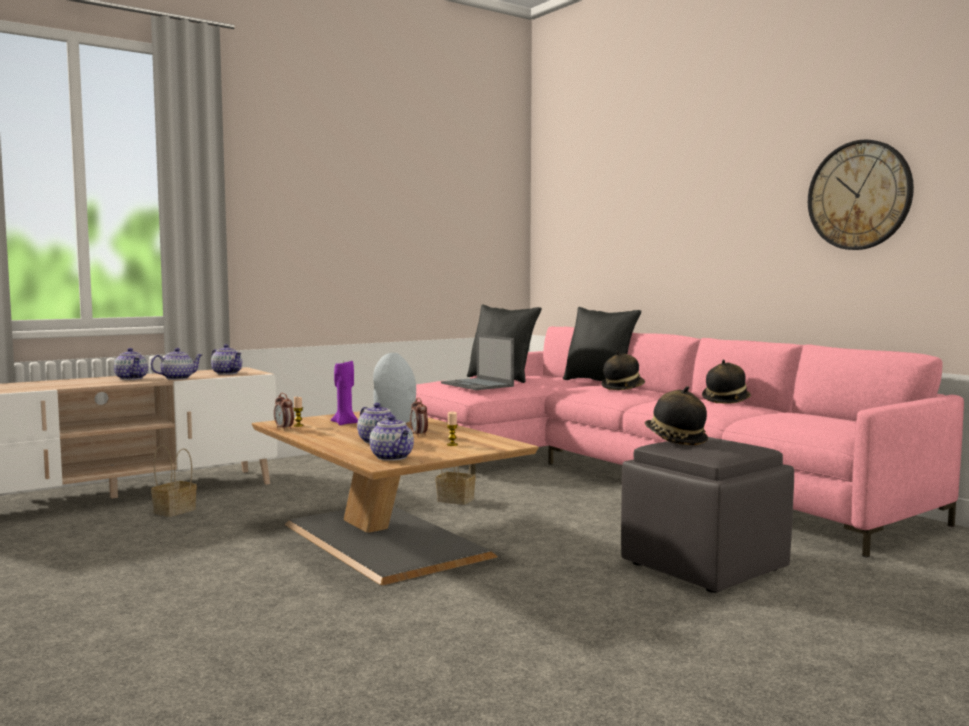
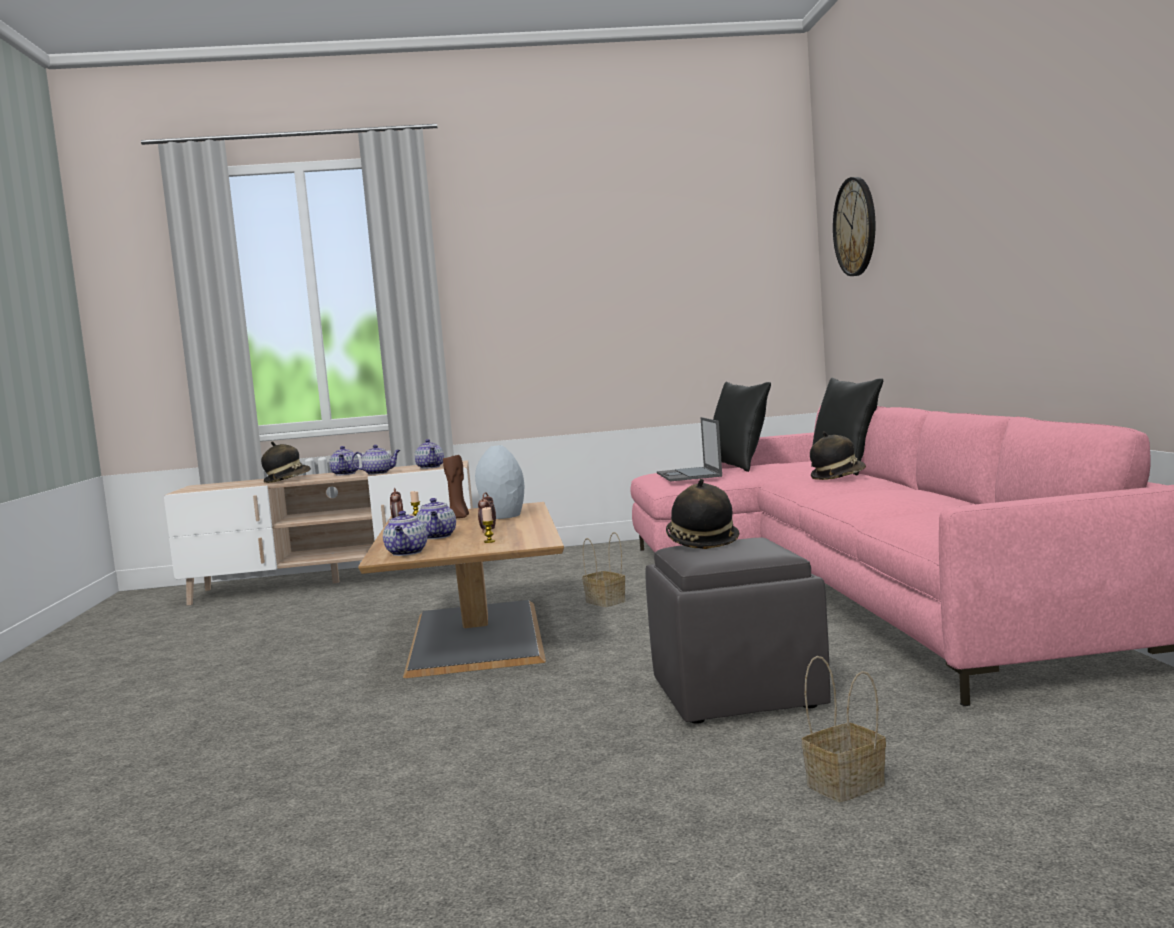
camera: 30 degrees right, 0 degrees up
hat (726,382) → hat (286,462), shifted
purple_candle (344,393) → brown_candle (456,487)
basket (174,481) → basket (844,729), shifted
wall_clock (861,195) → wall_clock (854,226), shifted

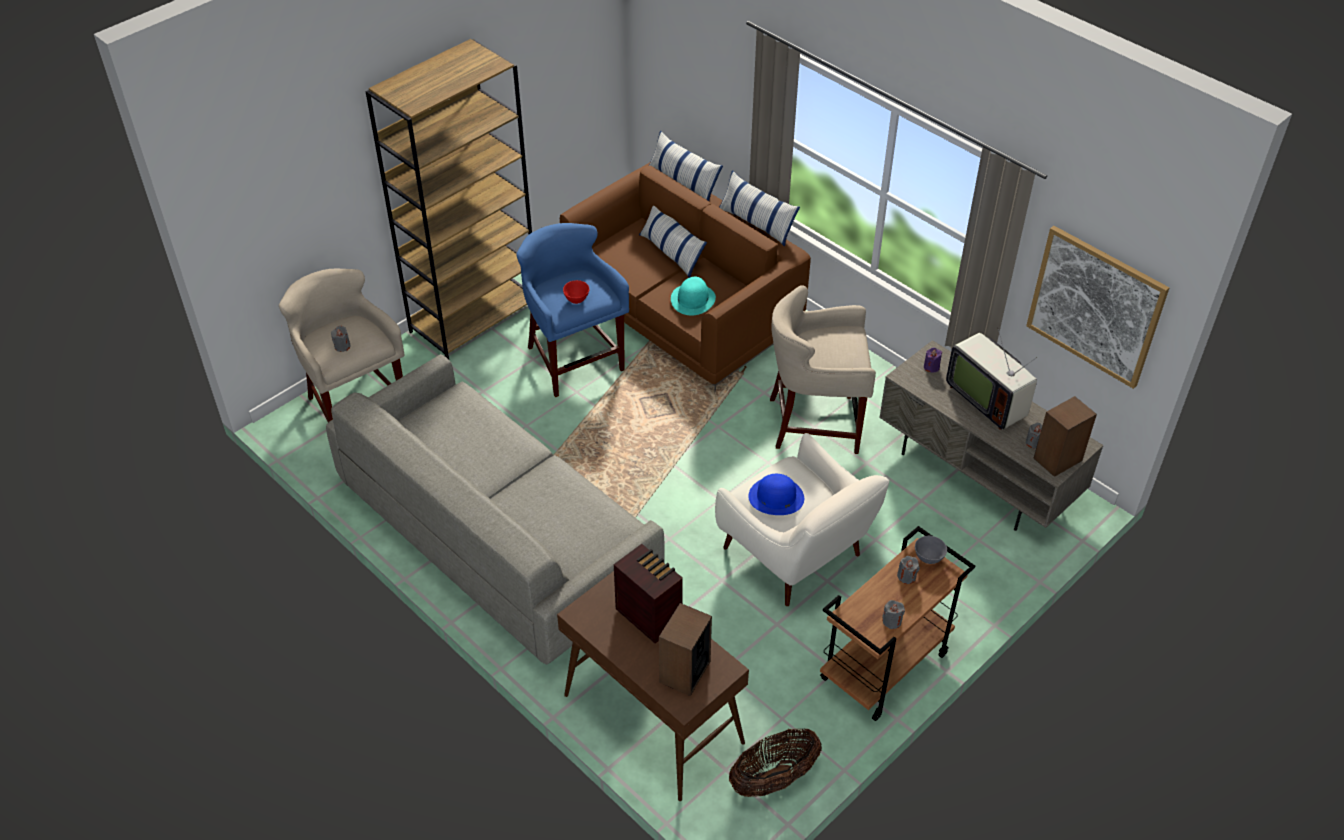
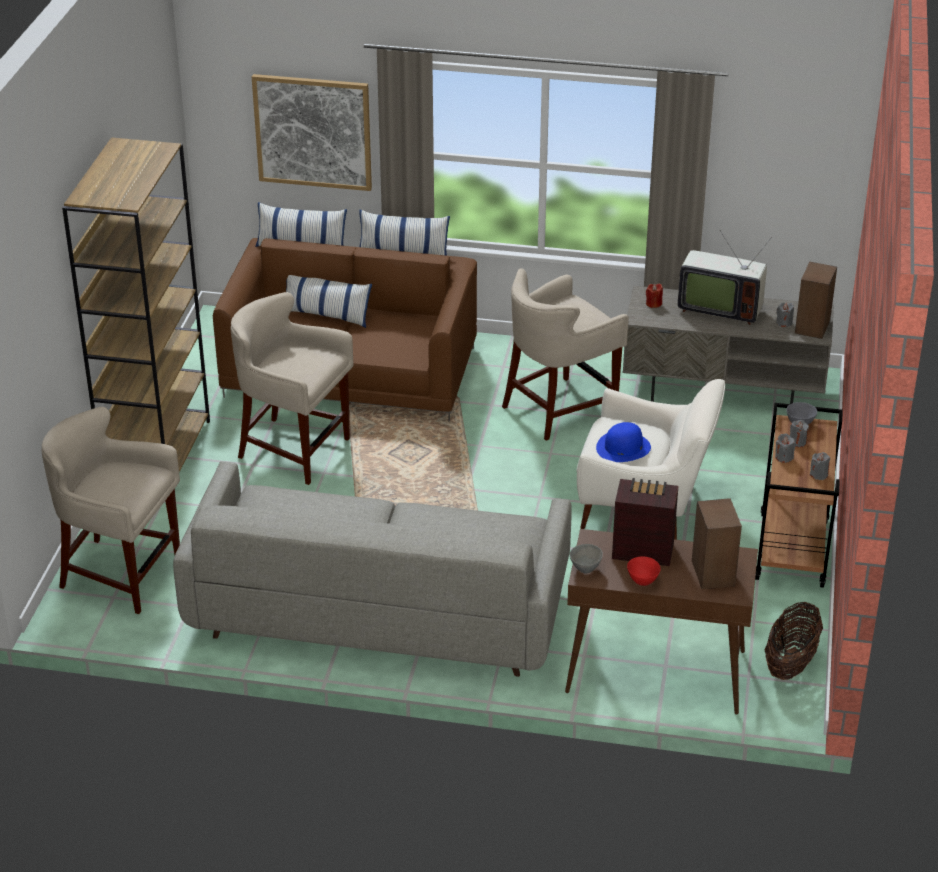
camera: 35 degrees left, 10 degrees down
blue_stool (572,310) → beige_stool (292,388)
picture (1097,307) → picture (312,132), shifted
- → grey_bowl (586,558)
red_bowl (576,292) → red_bowl (644,571), shifted
purple_candle (933,360) → red_candle (654,296)
grey_candle (341,339) → grey_candle (785,448), shifted
turquoise_hat (693,296) → -

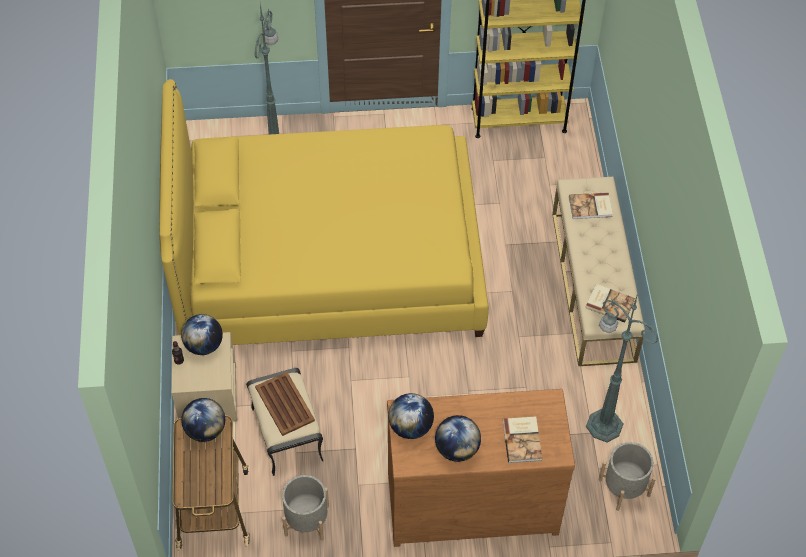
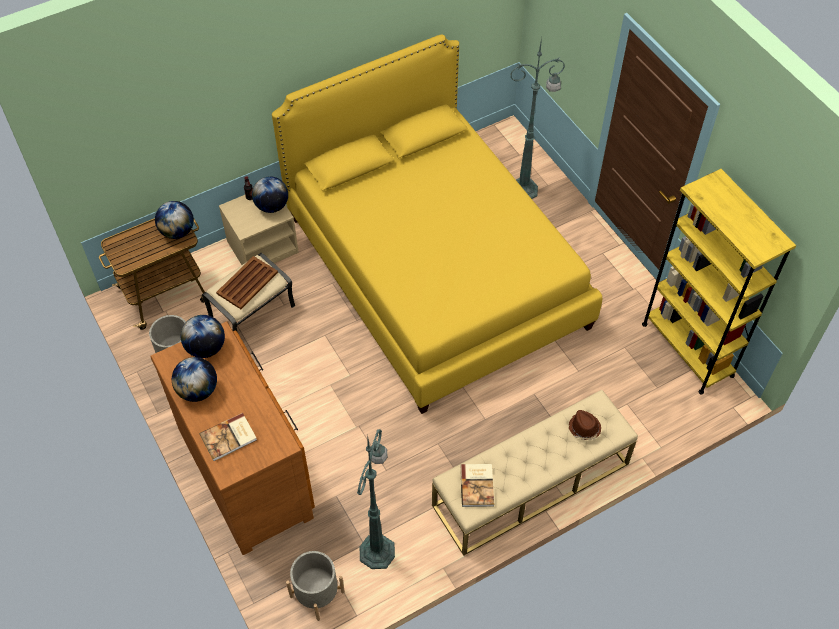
camera: 65 degrees right, 0 degrees up
book (591,205) → brown_hat (585,425)

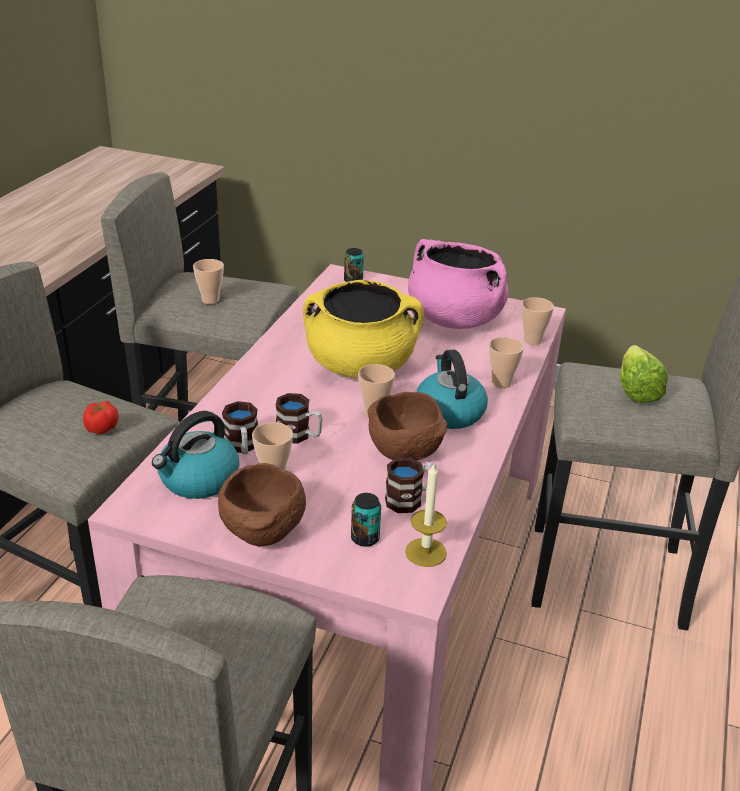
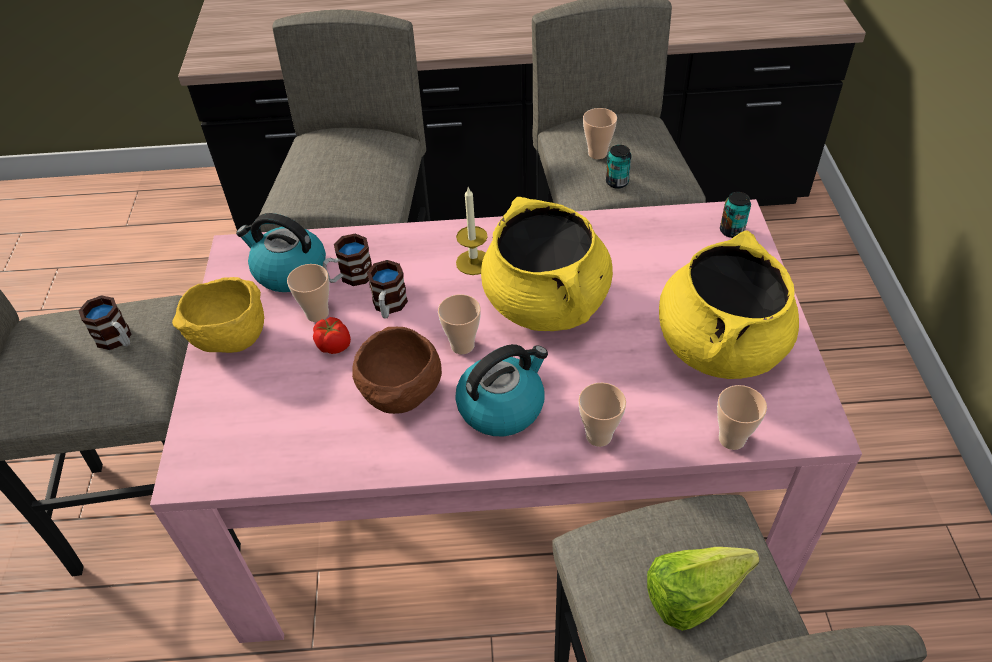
camera: 70 degrees right, 15 degrees up
mug (410,485) → mug (105,322), shifted
brown_bowl (262,504) → yellow_bowl (218,315)
tomato (101,417) → tomato (332,335), shifted
candle (426,515) → candle (472,231), shifted
can (366,520) → can (618,167), shifted
pink_cooking_pot (458,284) → yellow_cooking_pot (729,305)

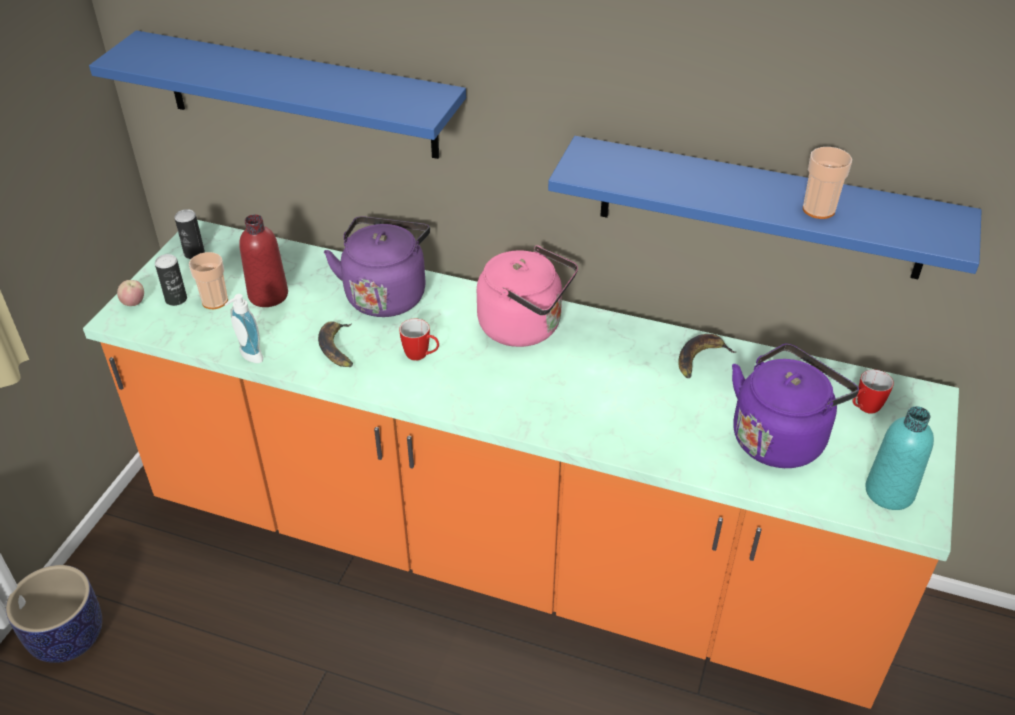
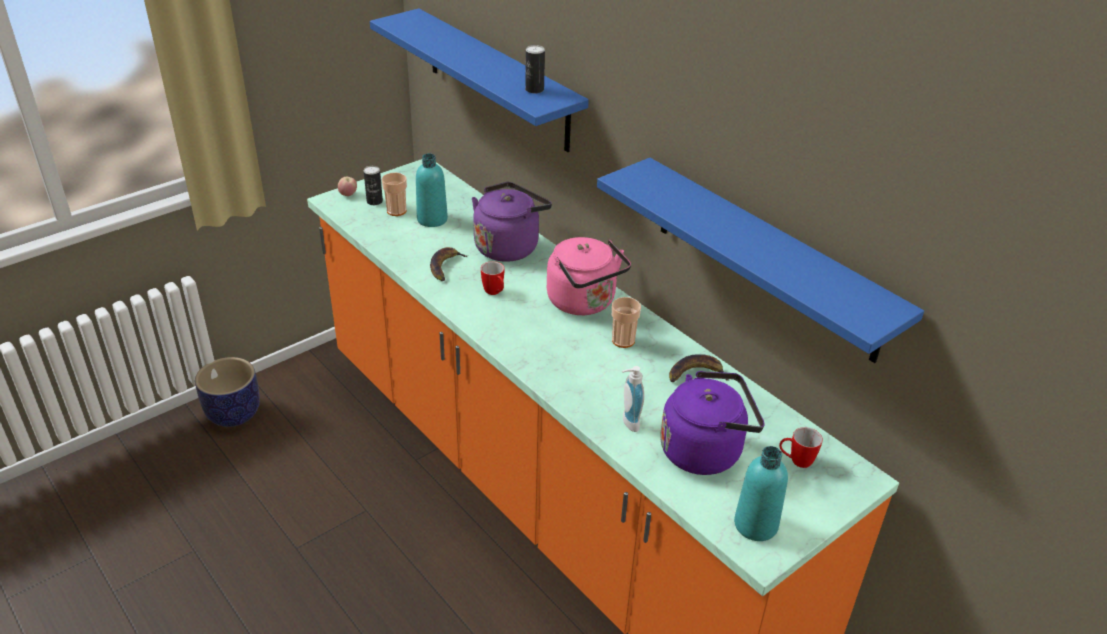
camera: 30 degrees right, 5 degrees down
red_bottle (263,260) → turquoise_bottle (432,190)
can (190,234) → can (535,69), shifted
cup (827,183) → cup (626,322), shifted
soap_dispenser (243,328) → soap_dispenser (633,399), shifted

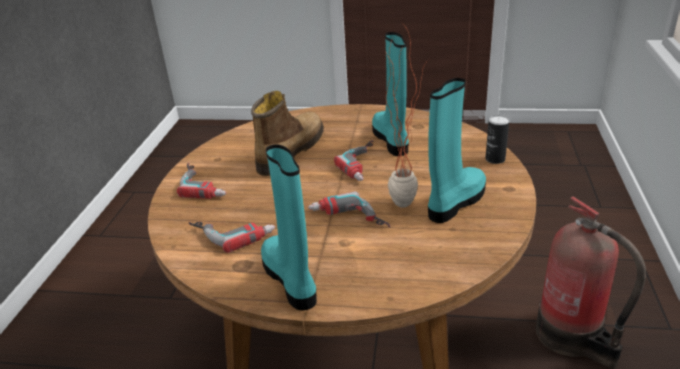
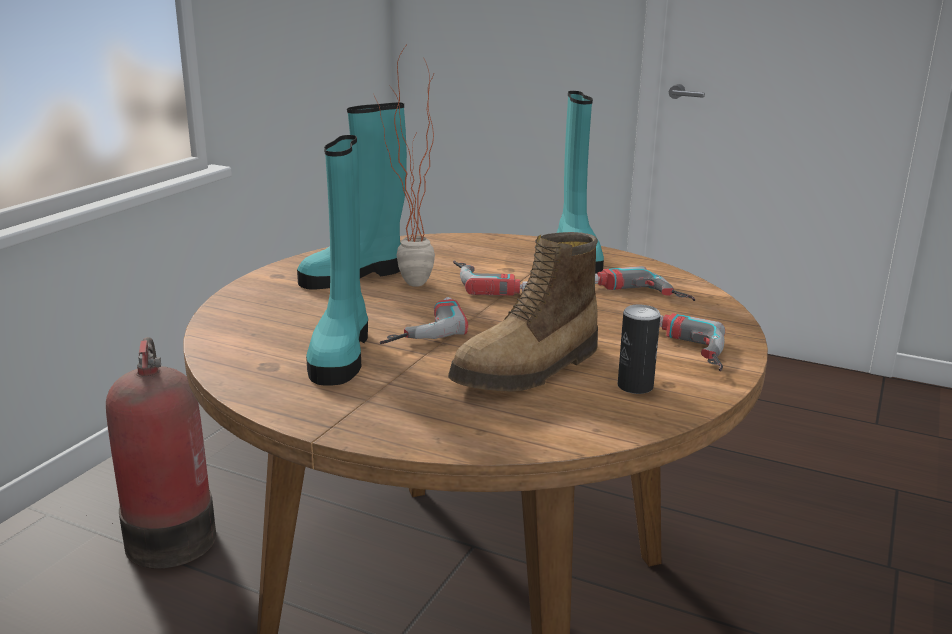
camera: 165 degrees left, 10 degrees down
can (497,139) → can (639,349), shifted

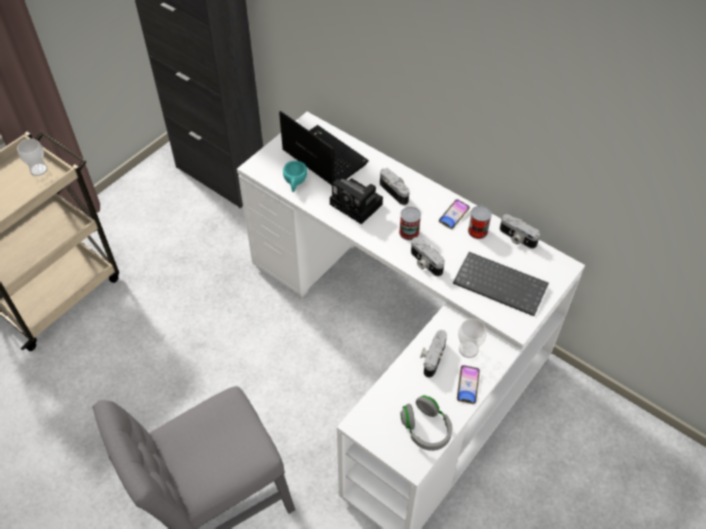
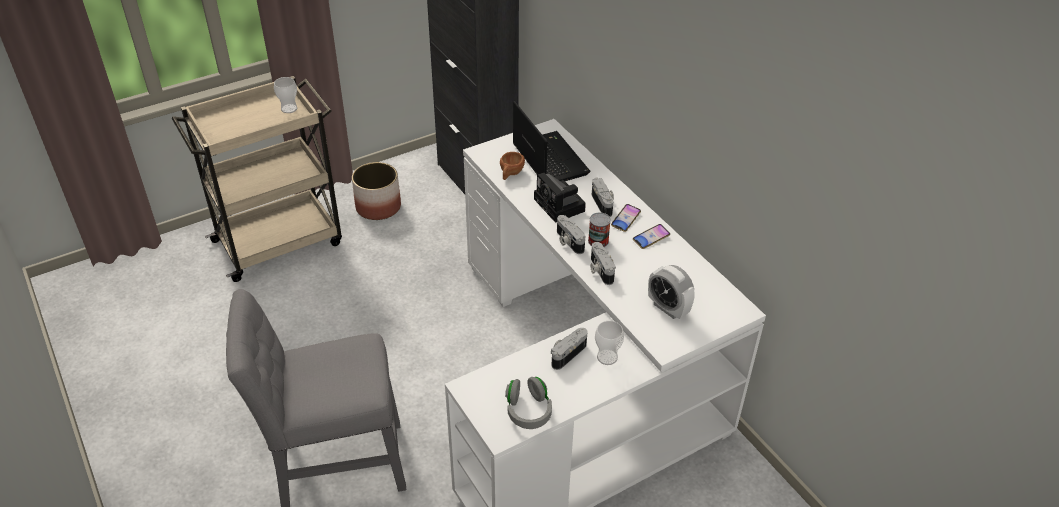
camera: 20 degrees right, 10 degrees down
- → planter (376,191)
turquoise_cup (295,176) → brown_cup (512,166)
photo_camera (520,231) → photo_camera (571,234), shifted
phone (468,384) → phone (626,218), shifted
keyboard (501,284) → alarm_clock (671,292)
can (480,222) → -

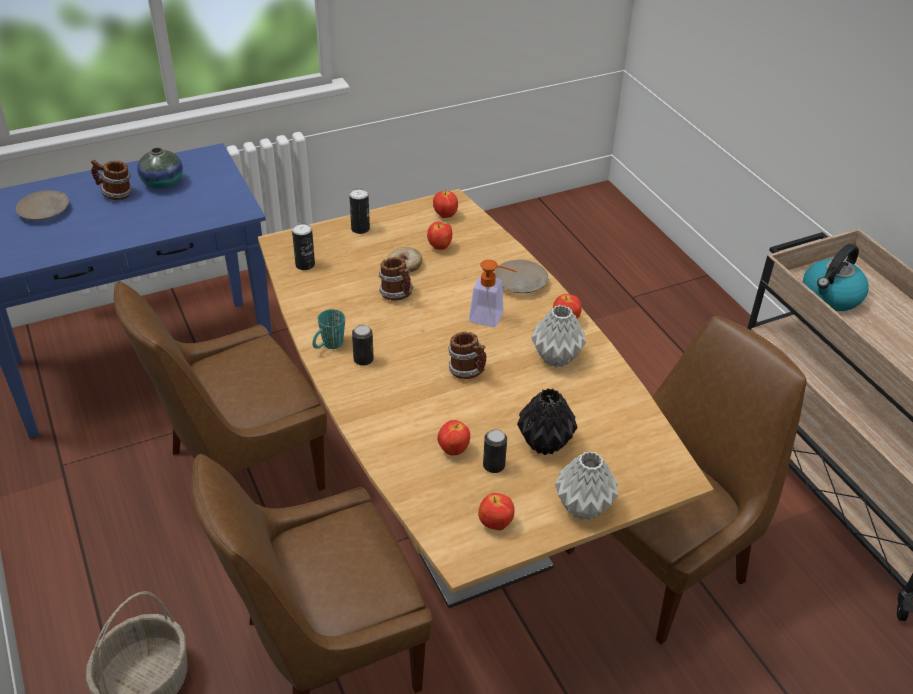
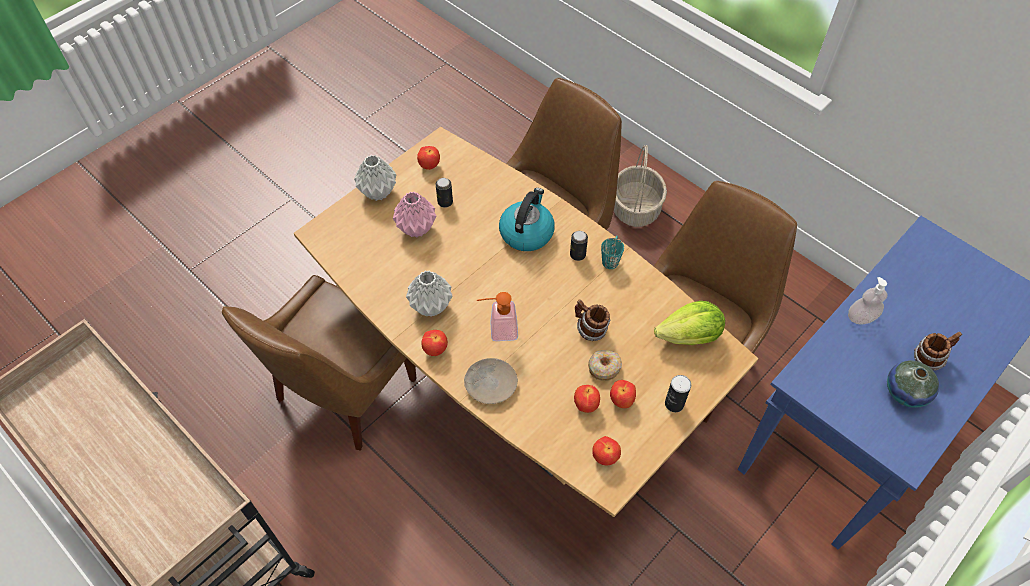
camera: 160 degrees right, 15 degrees up
black_vase (547,421) → pink_vase (415,215)
kettle (836,277) → kettle (527,219), shifted
apple (454,438) → apple (623,394), shifted
can (303,246) → lettuce (689,323)
- → soap_dispenser (867,300)
beige_plate (42,205) → -
mug (467,355) → -

